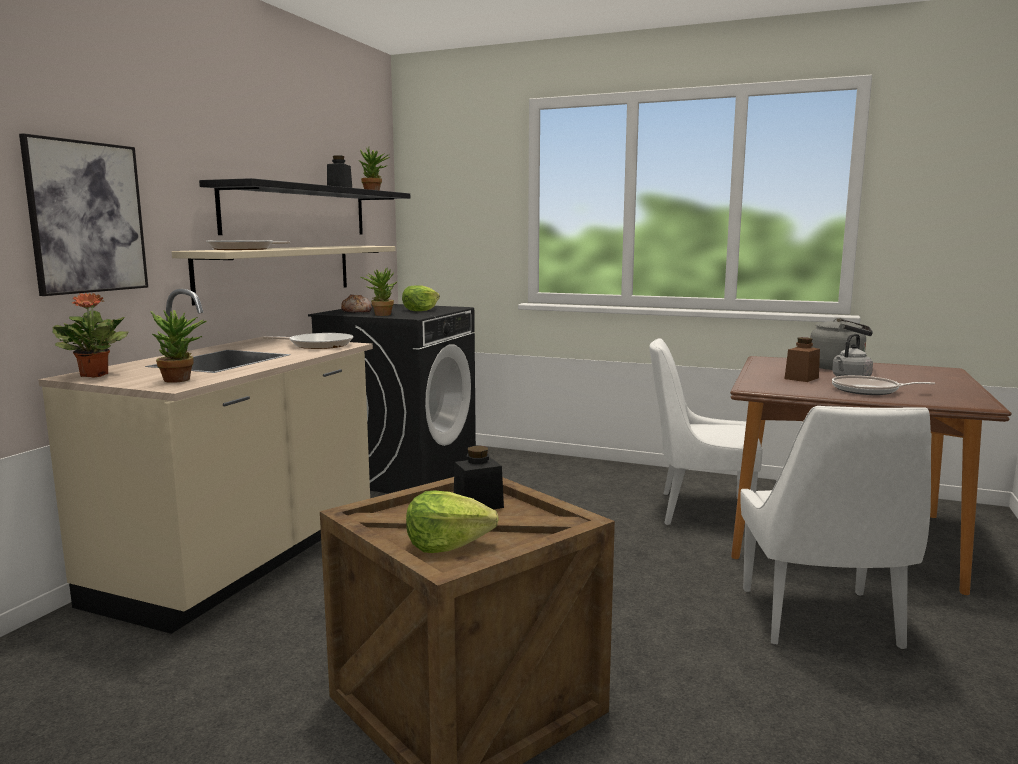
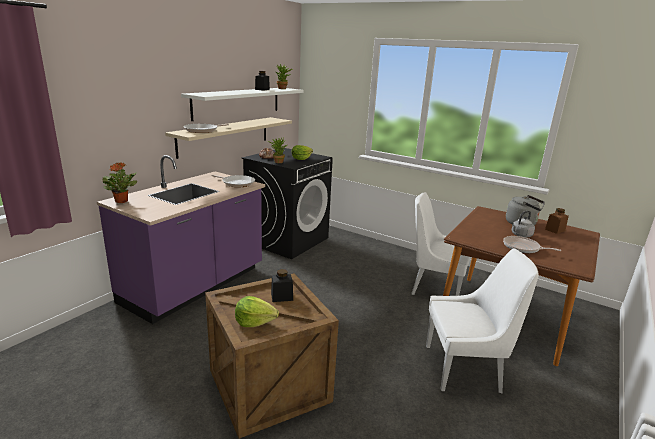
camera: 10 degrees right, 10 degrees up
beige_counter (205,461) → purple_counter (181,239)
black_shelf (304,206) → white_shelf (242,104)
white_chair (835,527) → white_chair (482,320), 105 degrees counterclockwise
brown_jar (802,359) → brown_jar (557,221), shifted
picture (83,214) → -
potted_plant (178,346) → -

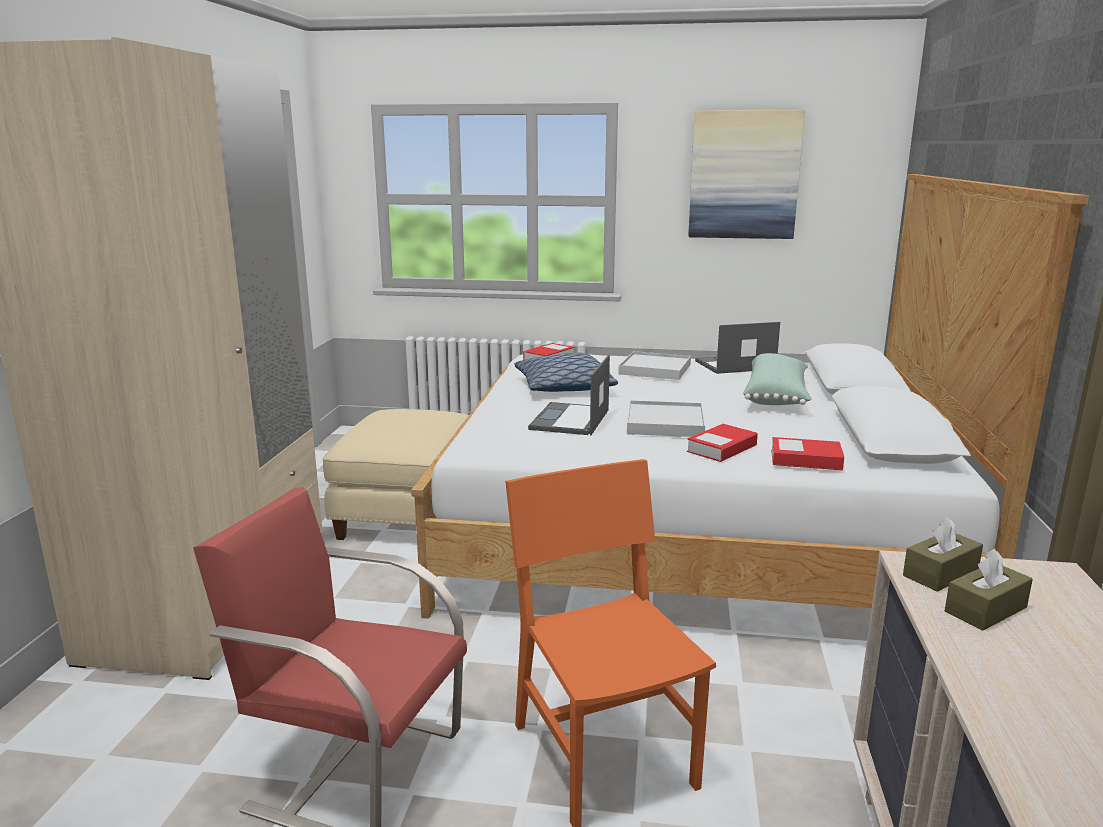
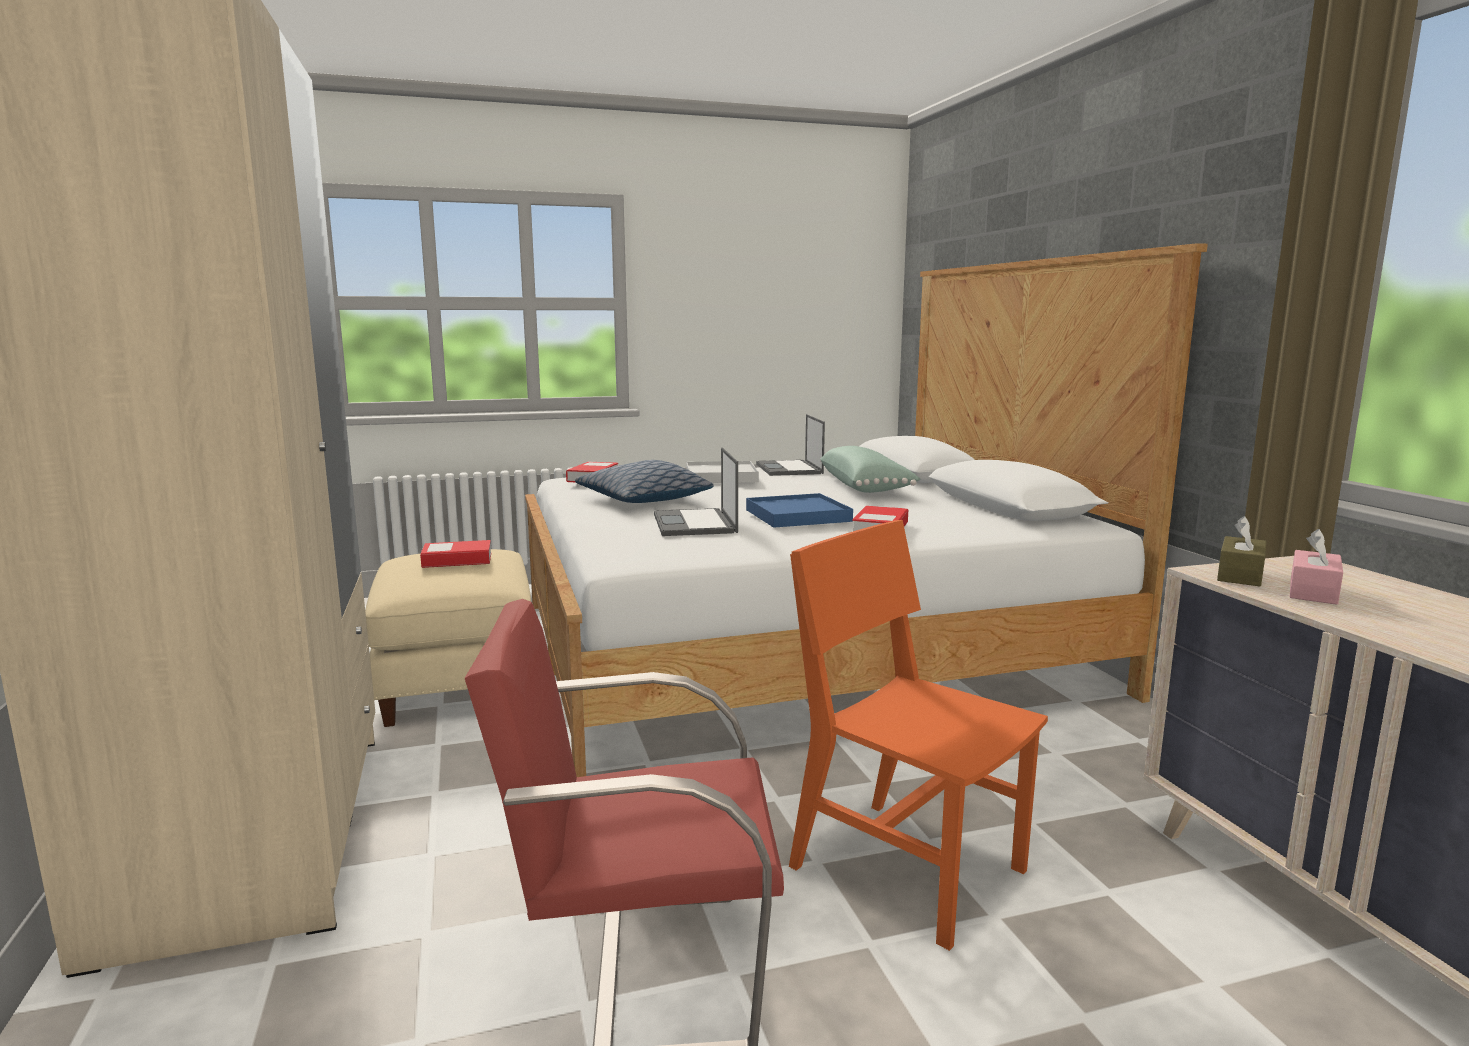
camera: 25 degrees left, 5 degrees down
book (807,453) → book (455,554), shifted
white_tray (666,418) → blue_tray (799,510)
laptop (737,348) → laptop (790,445), 60 degrees counterclockwise
brown_tissue_box (989,589) → pink_tissue_box (1316,567)
picture (746,174) → -

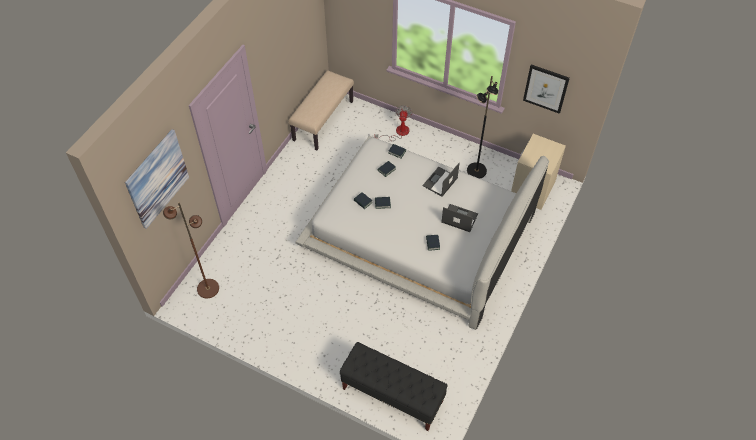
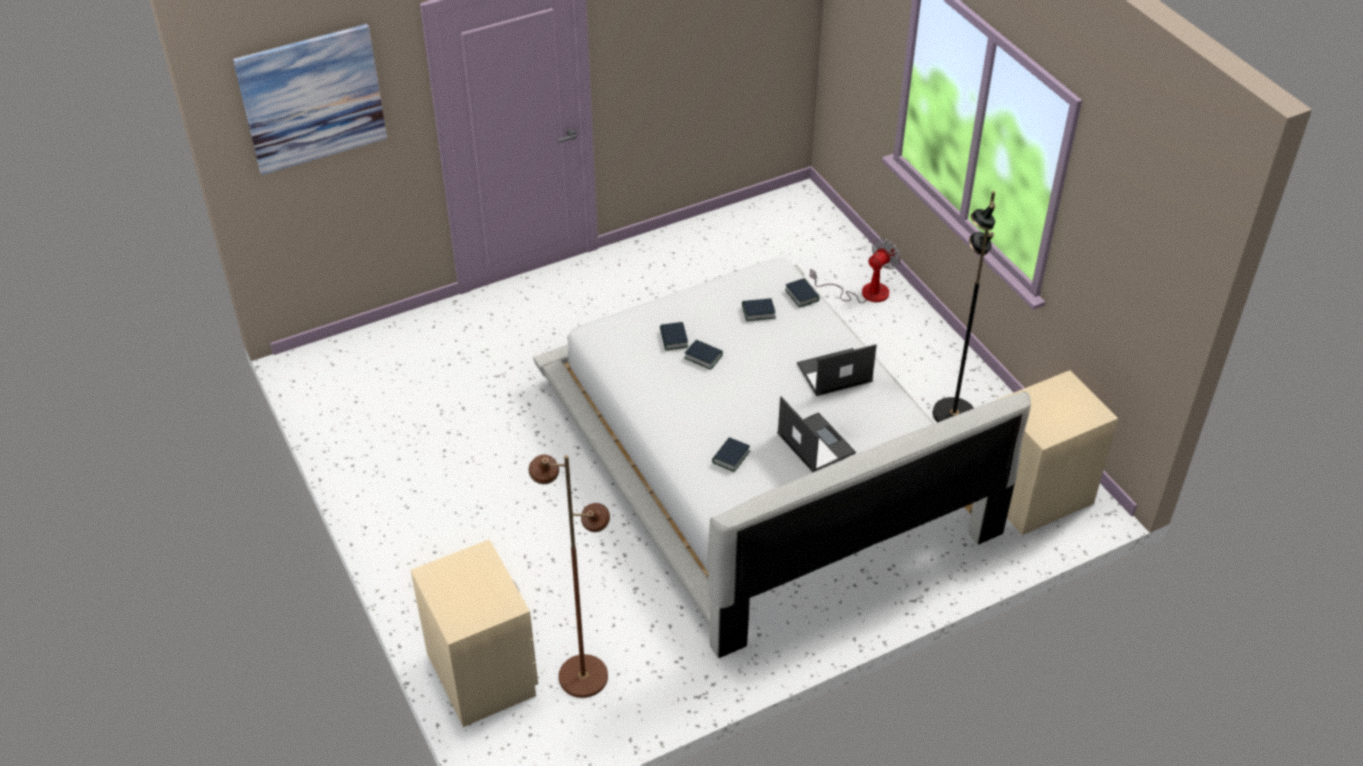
camera: 35 degrees right, 10 degrees down
black_bench (394,386) → beige_nightstand (474,633)
brown_floor_lamp (191,250) → brown_floor_lamp (569,576), shifted
beige_bench (321,110) → -
picture (546,89) → -

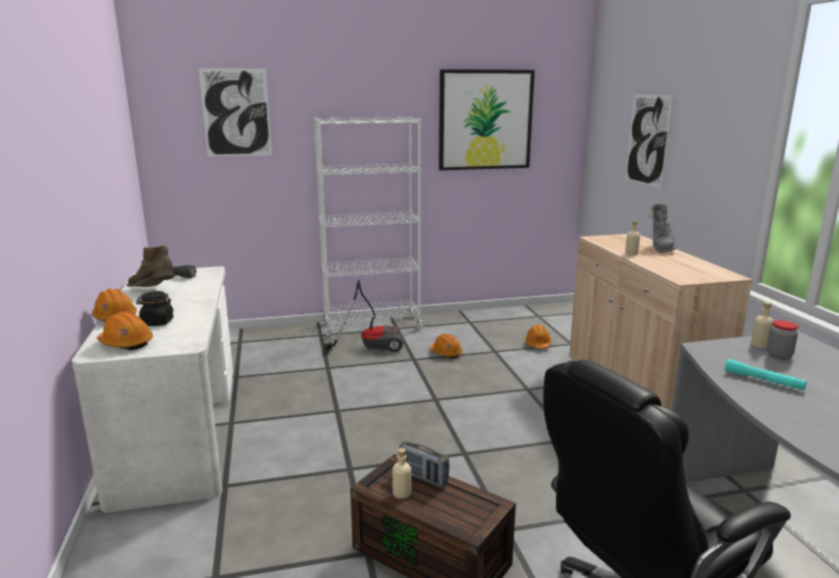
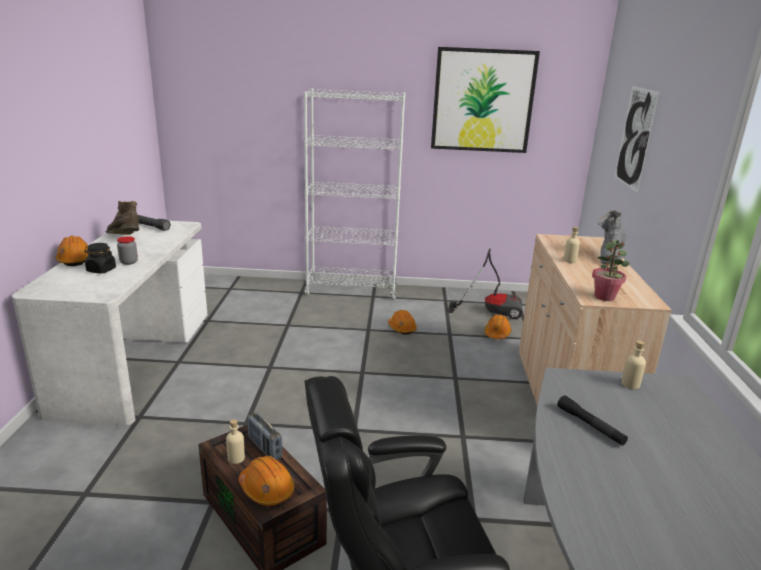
camera: 15 degrees right, 5 degrees up
jar (782,339) → jar (127,250), shifted
orange_hard_hat (125,331) → orange_hard_hat (267,481), shifted
vacuum_cleaner (362,318) → vacuum_cleaner (485,284), shifted
turquoise_flashlight (766,374) → black_flashlight (592,420)
- → potted_plant (611,270)
picture (235,112) → -

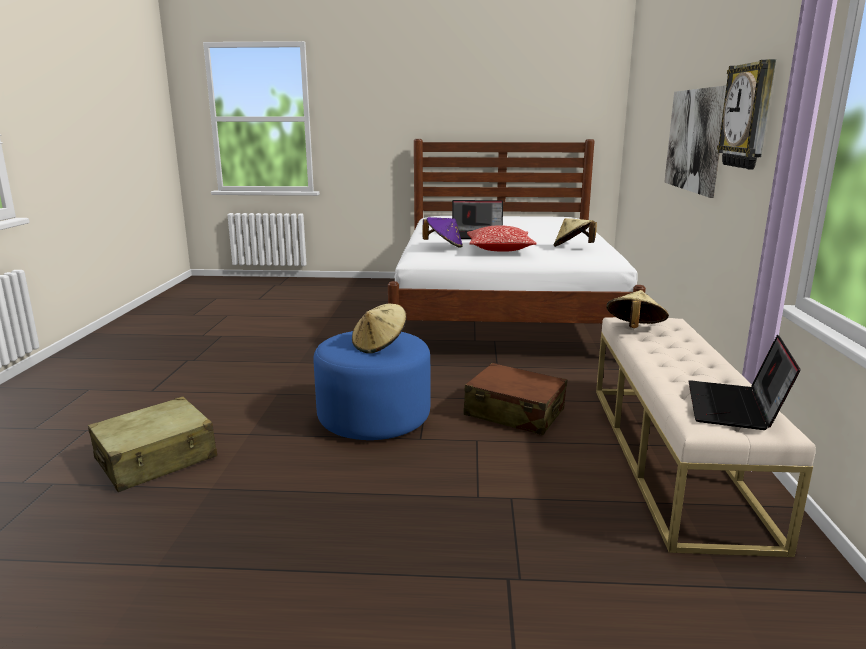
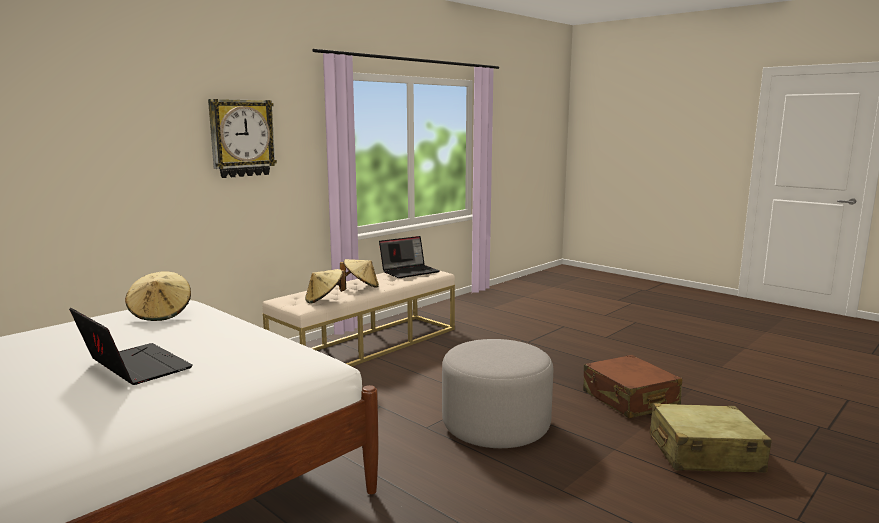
camera: 140 degrees left, 5 degrees down
beige_hat (379,328) → beige_hat (359,273), shifted
blue_ottoman (372,385) → grey_ottoman (497,393)
brown_suitcase (515,399) → brown_suitcase (632,386), shifted
purple_hat (442,232) → -
pillow (502,238) → -
picture (695,142) → -

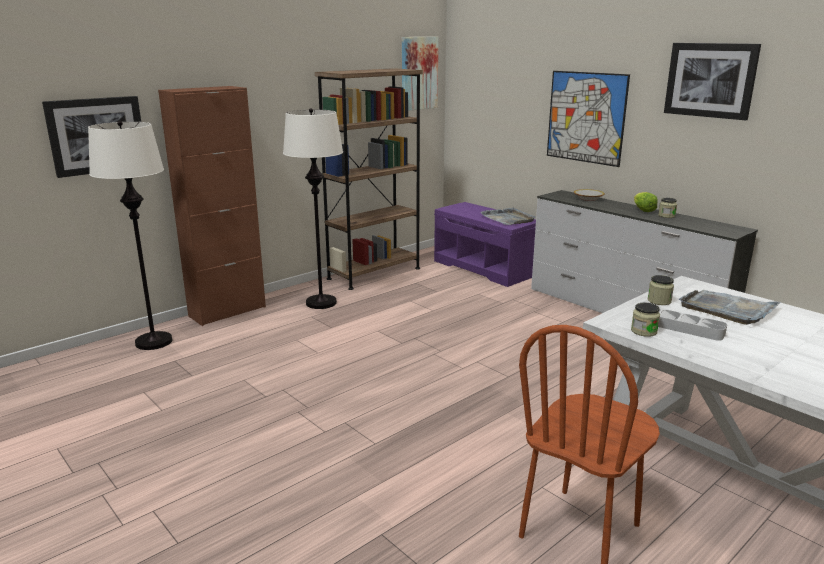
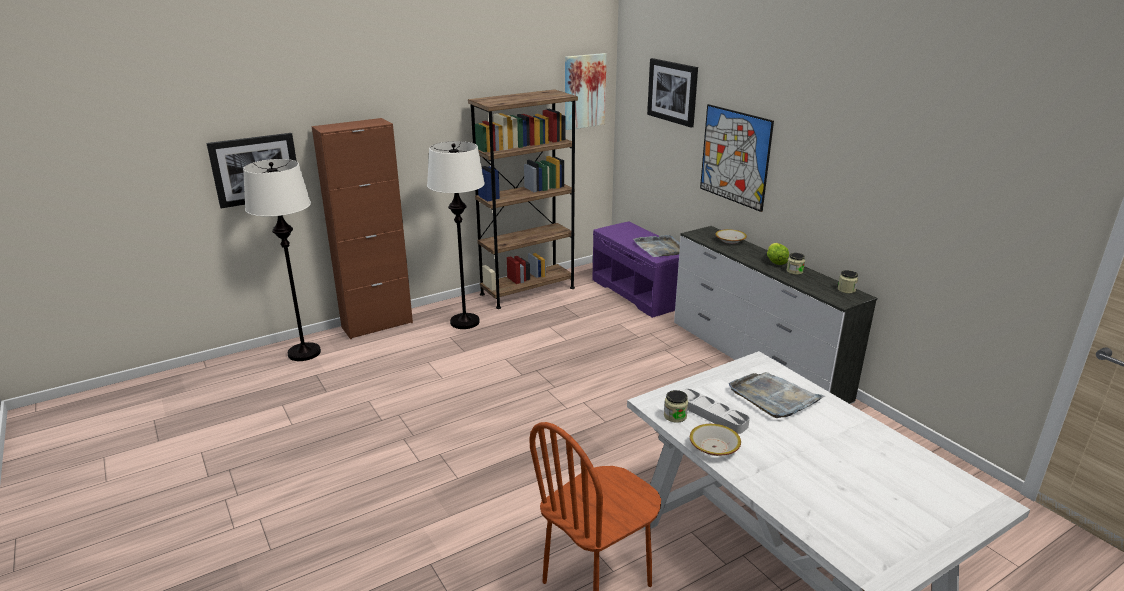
camera: 10 degrees right, 5 degrees up
picture (712,81) → picture (672,93), shifted
- → bowl (715,440)
jar (660,290) → jar (848,282), shifted

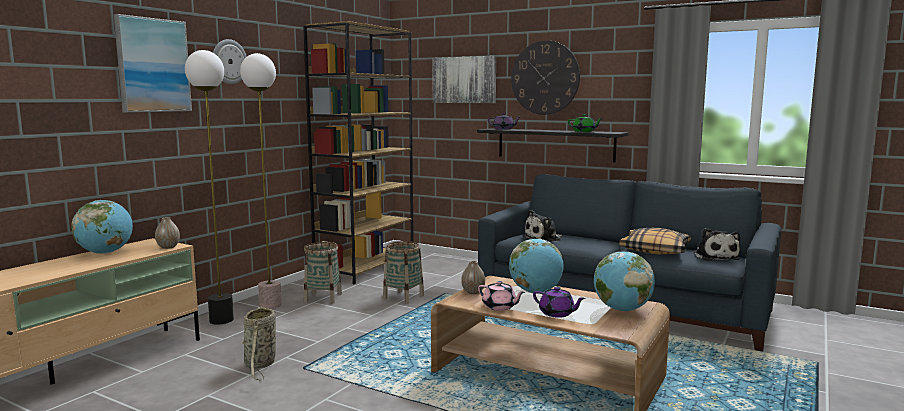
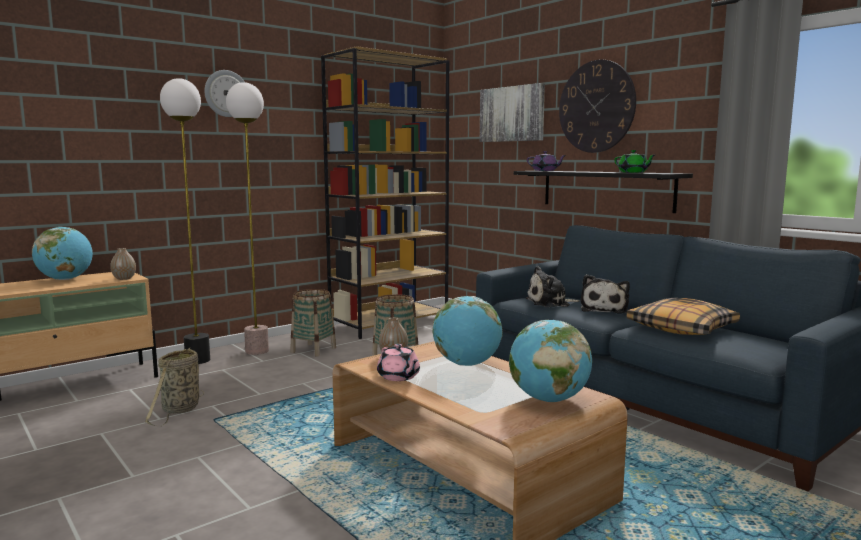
camera: 20 degrees right, 0 degrees up
plush_toy (716,244) → plush_toy (605,294), shifted
picture (153,63) → -
purple_teapot (559,302) → -

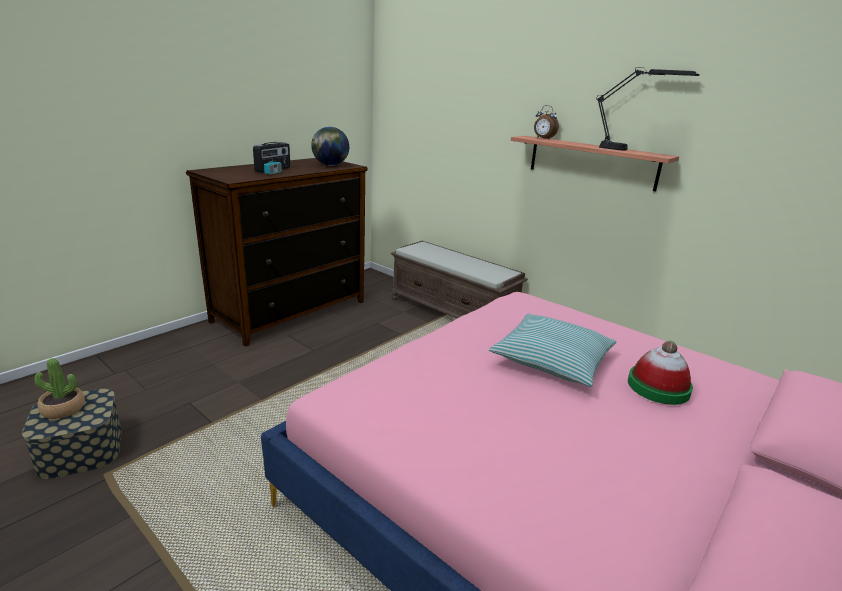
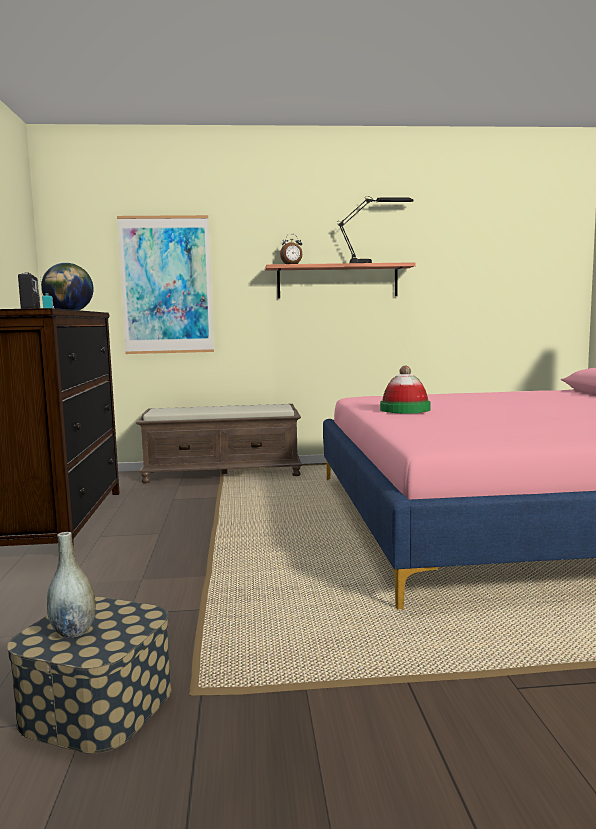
camera: 45 degrees left, 15 degrees down
potted_plant (59,388) → grey_vase (71,585)
- → picture (165,284)
hat (660,373) → hat (405,389), shifted
pillow (553,350) → -

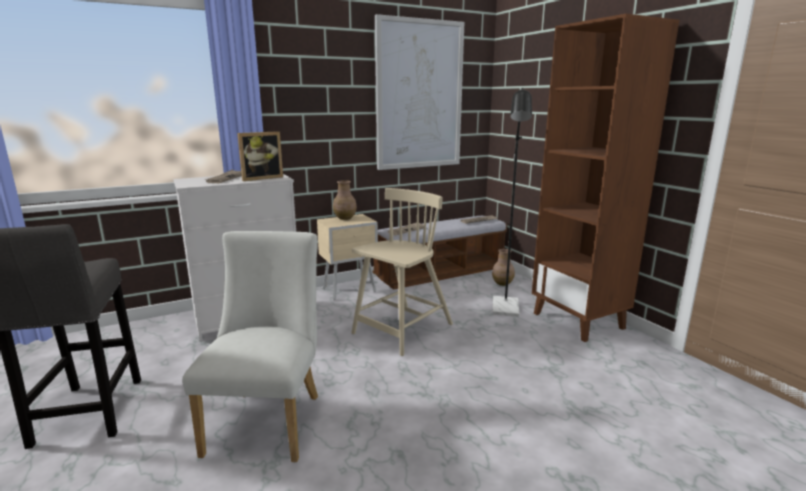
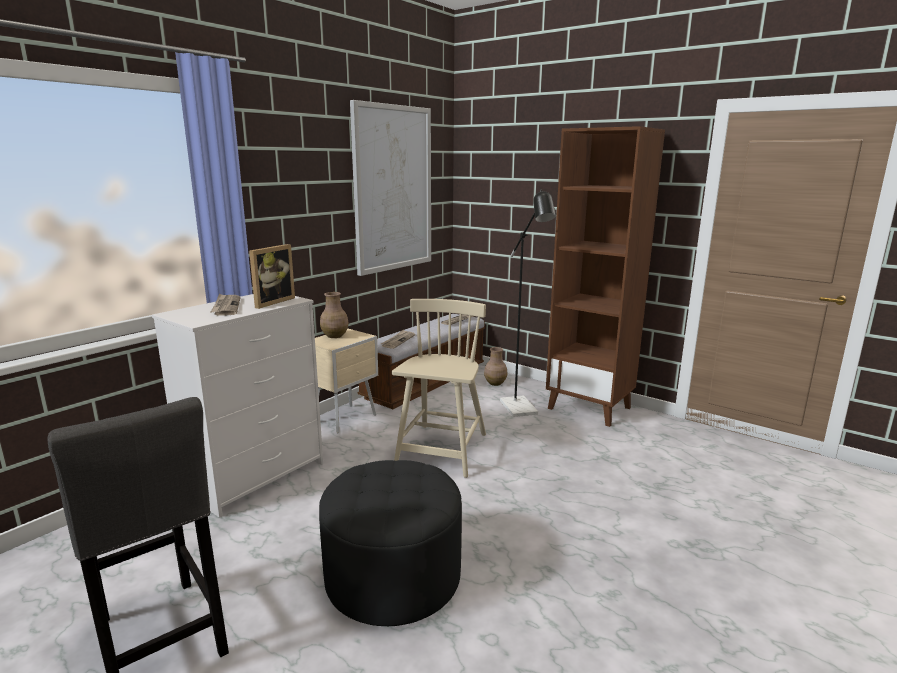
camera: 25 degrees left, 0 degrees up
white_chair (250,346) → black_ottoman (390,543)

